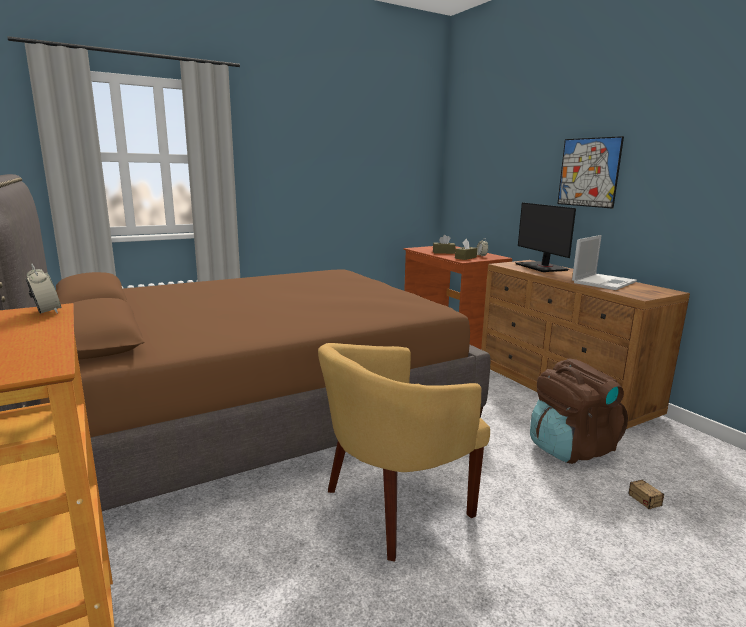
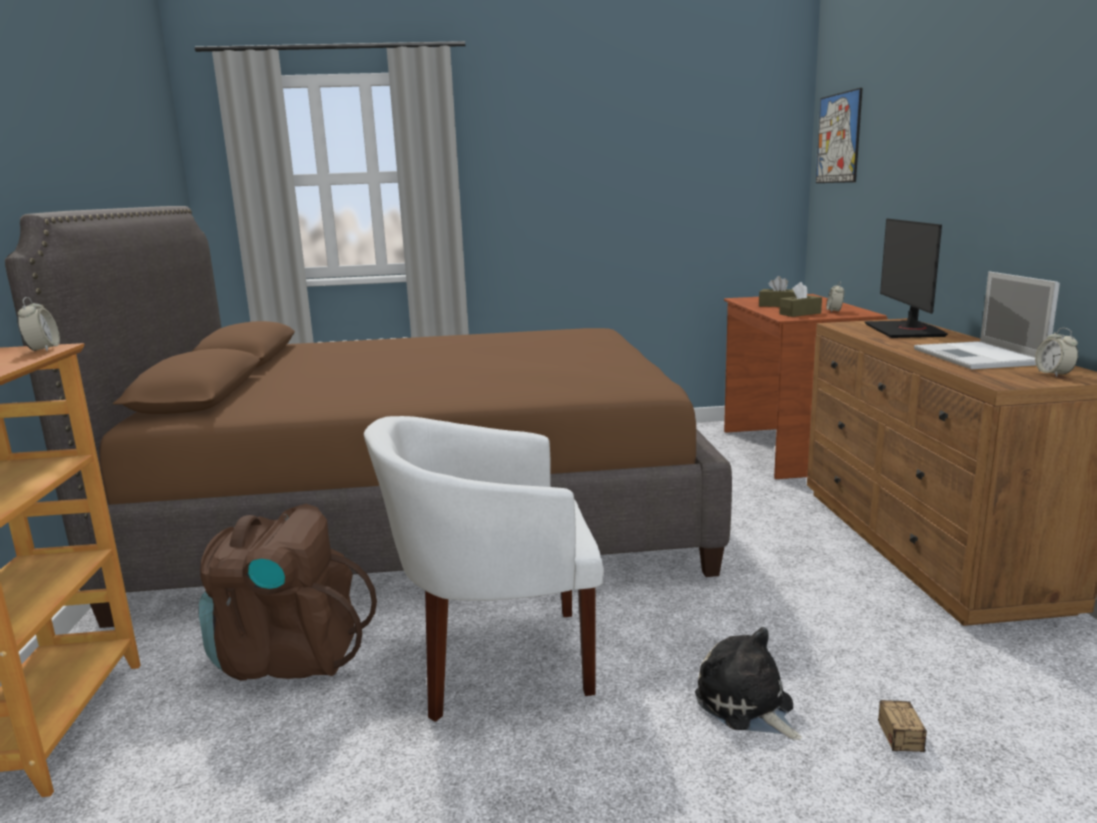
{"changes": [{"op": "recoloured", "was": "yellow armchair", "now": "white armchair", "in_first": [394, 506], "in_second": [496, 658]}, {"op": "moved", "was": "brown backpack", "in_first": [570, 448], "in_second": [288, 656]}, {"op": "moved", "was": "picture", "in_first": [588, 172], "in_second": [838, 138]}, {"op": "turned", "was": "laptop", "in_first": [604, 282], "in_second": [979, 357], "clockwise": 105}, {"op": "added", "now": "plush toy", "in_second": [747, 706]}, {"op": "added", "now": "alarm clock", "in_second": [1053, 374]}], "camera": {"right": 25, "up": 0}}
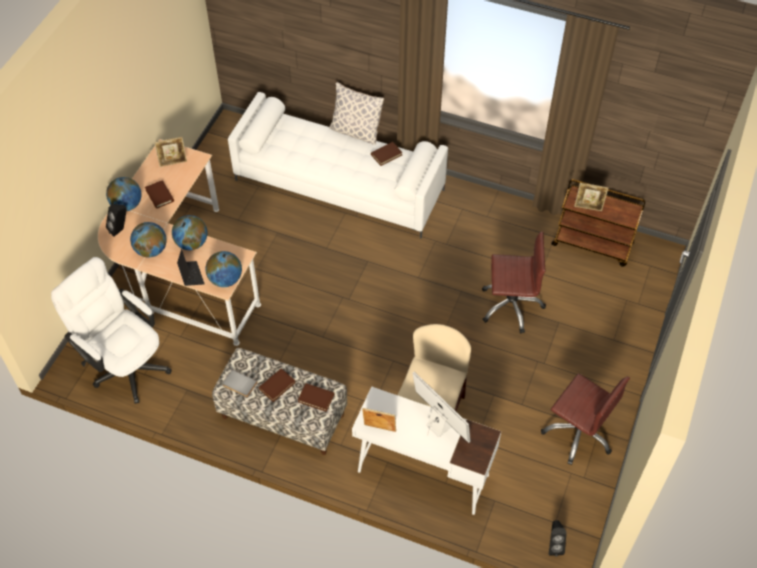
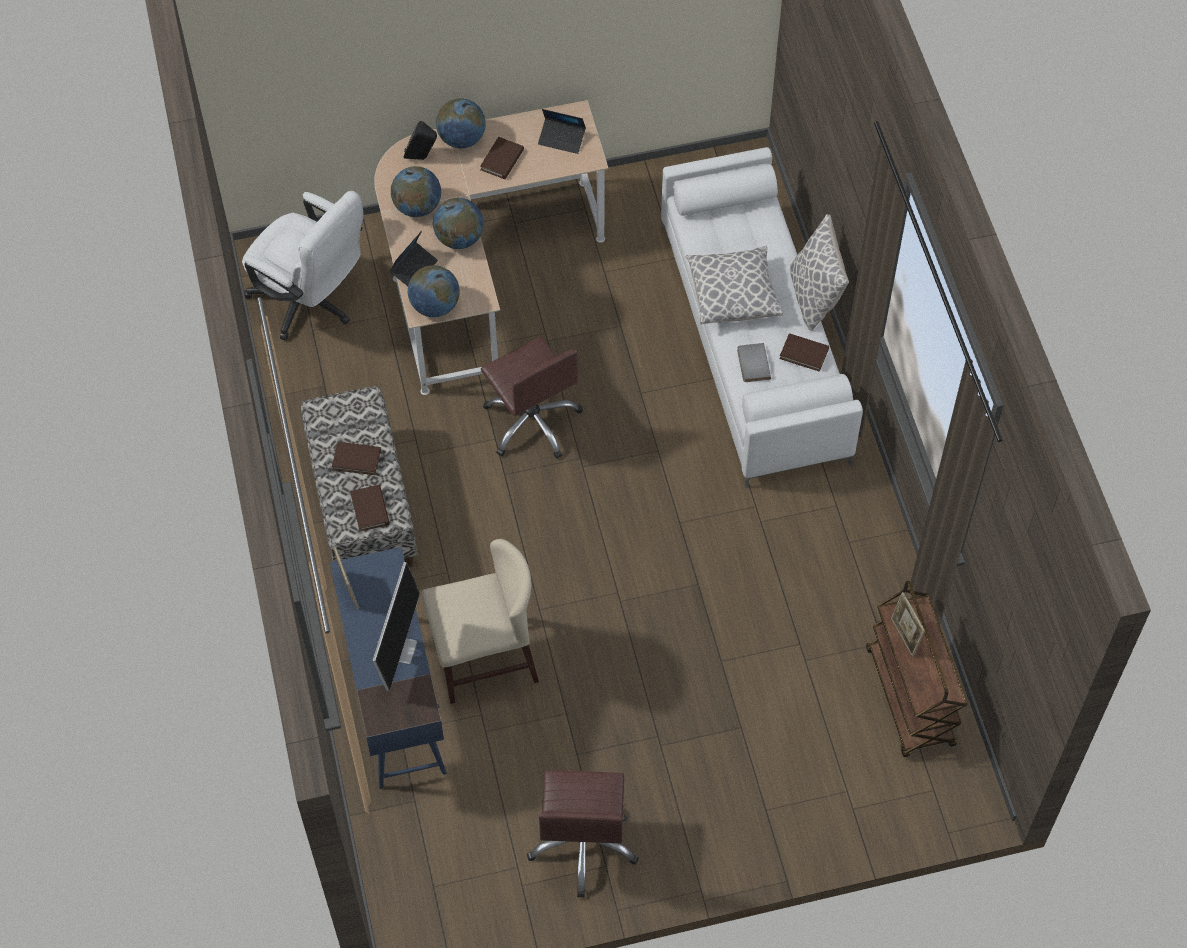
{"changes": [{"op": "turned", "was": "white office chair", "in_first": [125, 364], "in_second": [311, 302], "clockwise": 120}, {"op": "replaced", "was": "picture frame", "now": "laptop", "in_first": [173, 163], "in_second": [562, 139]}, {"op": "moved", "was": "grey book", "in_first": [239, 384], "in_second": [752, 364]}, {"op": "recoloured", "was": "white desk", "now": "blue desk", "in_first": [422, 473], "in_second": [395, 699]}, {"op": "moved", "was": "brown office chair", "in_first": [511, 305], "in_second": [532, 421]}, {"op": "removed", "was": "black speaker", "in_first": [553, 545]}, {"op": "added", "now": "pillow", "in_second": [732, 295]}], "camera": {"right": 55, "up": 5}}
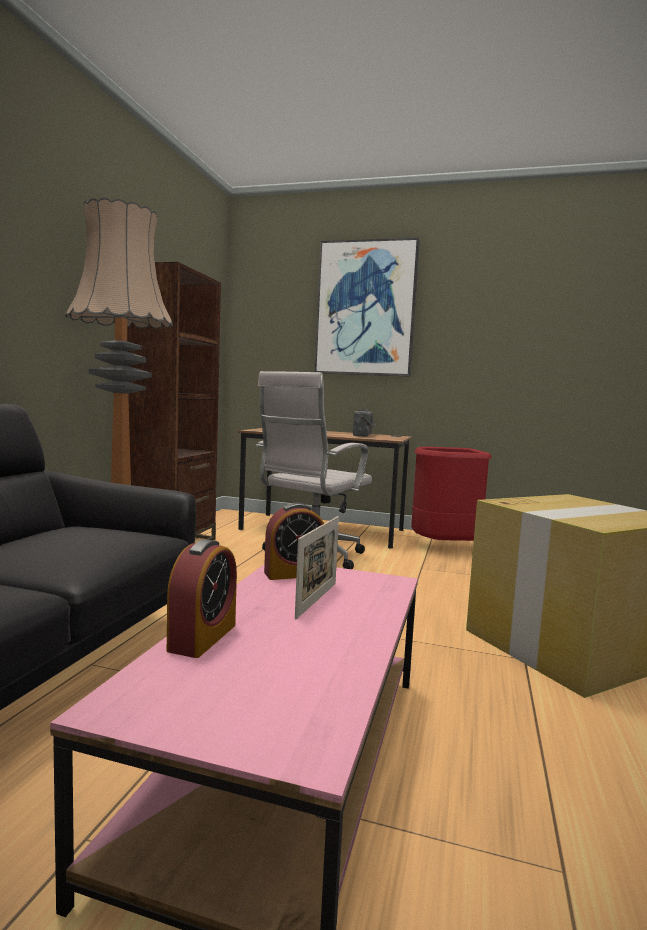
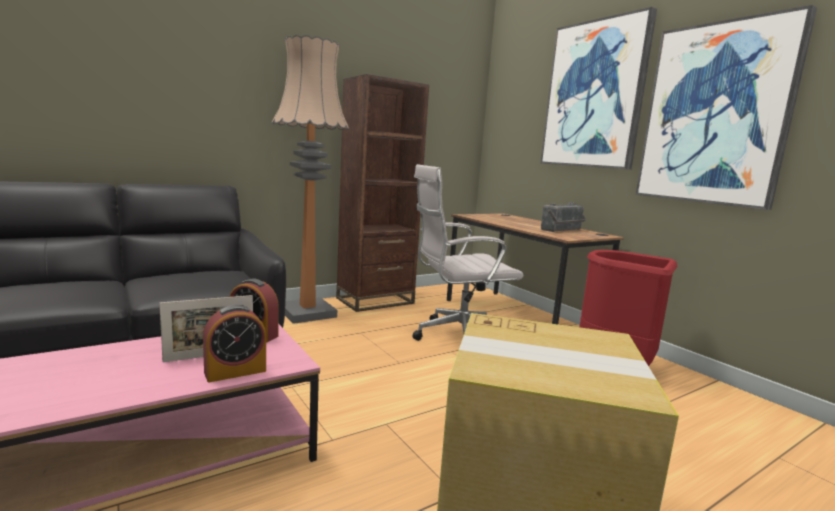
{"changes": [{"op": "moved", "was": "alarm clock", "in_first": [202, 637], "in_second": [235, 371]}, {"op": "added", "now": "picture", "in_second": [715, 115]}], "camera": {"right": 40, "up": 5}}
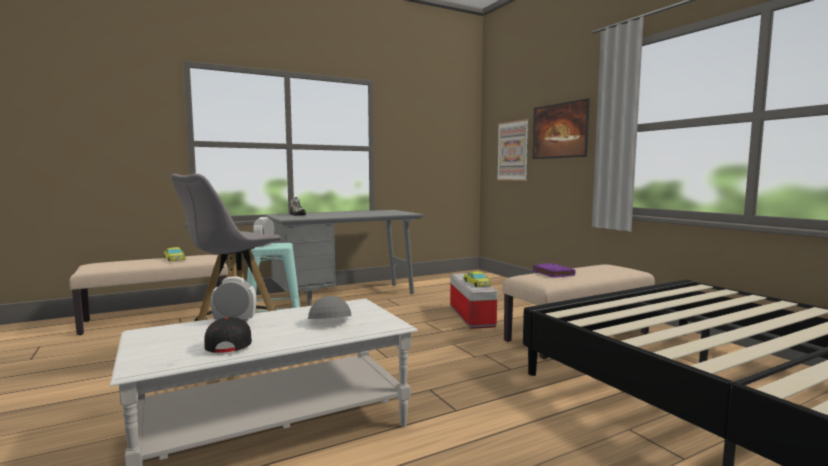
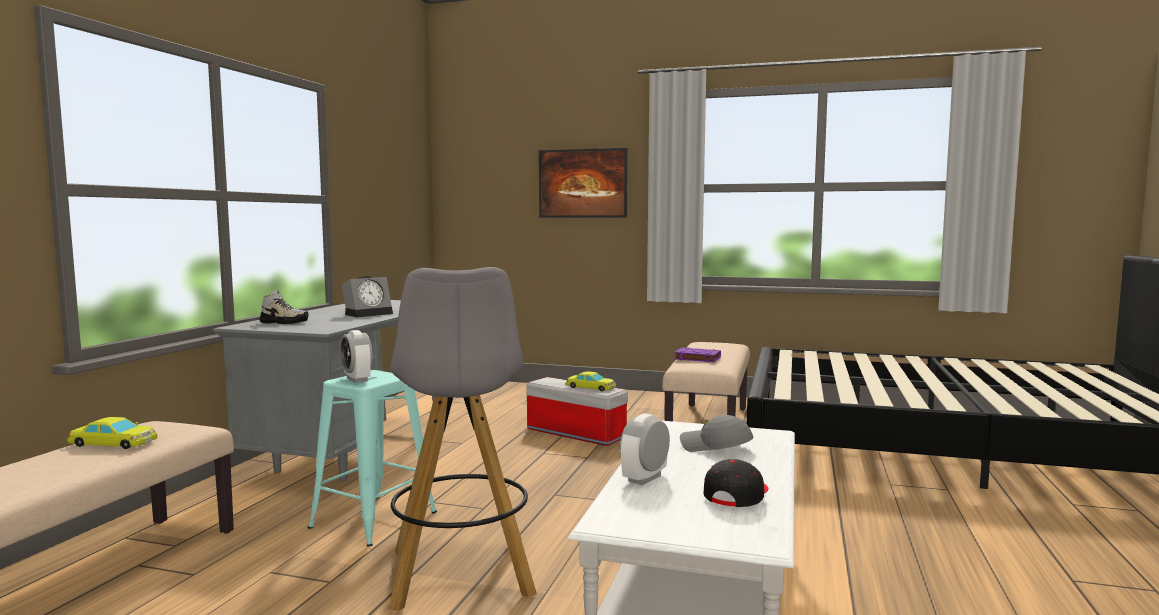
{"changes": [{"op": "turned", "was": "black cap", "in_first": [229, 344], "in_second": [736, 495], "clockwise": 90}, {"op": "removed", "was": "picture", "in_first": [513, 151]}, {"op": "added", "now": "alarm clock", "in_second": [369, 314]}], "camera": {"right": -45, "up": 0}}
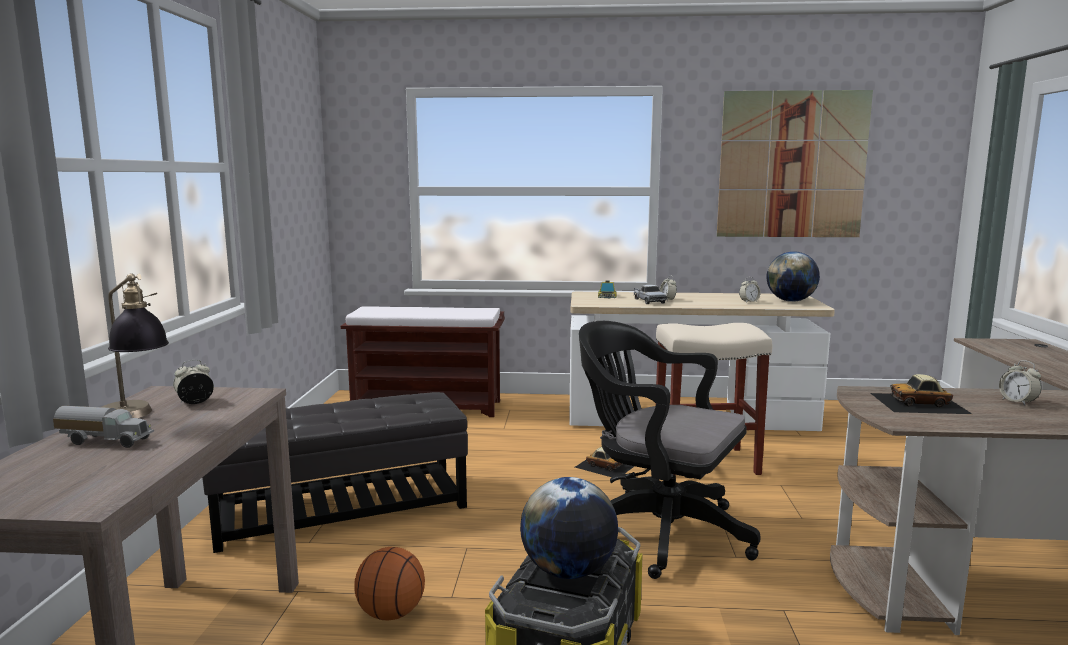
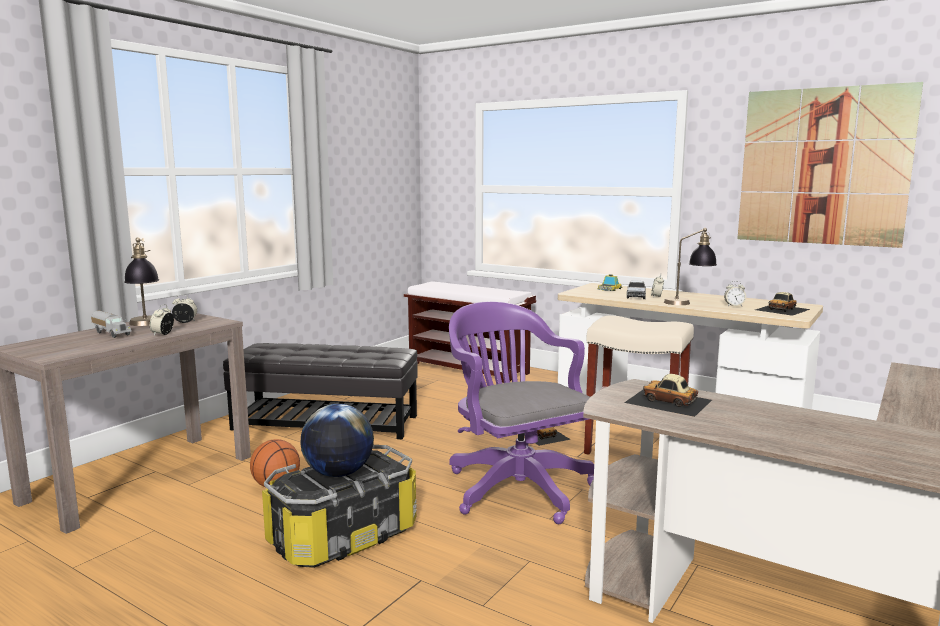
{"changes": [{"op": "recoloured", "was": "black office chair", "now": "purple office chair", "in_first": [657, 530], "in_second": [515, 486]}, {"op": "replaced", "was": "globe", "now": "toy car", "in_first": [791, 301], "in_second": [782, 309]}, {"op": "moved", "was": "alarm clock", "in_first": [1017, 402], "in_second": [163, 334]}, {"op": "added", "now": "table lamp", "in_second": [688, 303]}], "camera": {"right": 30, "up": 0}}
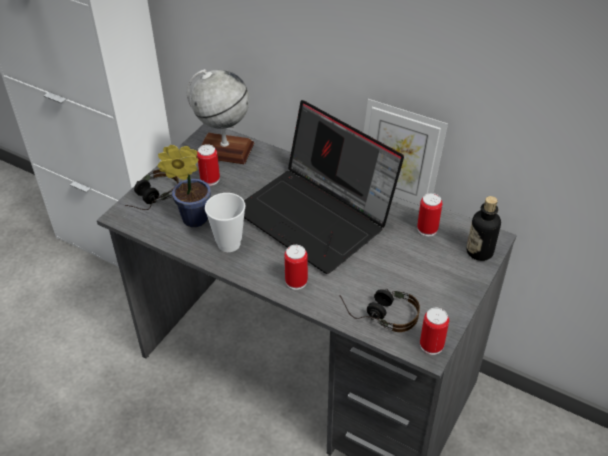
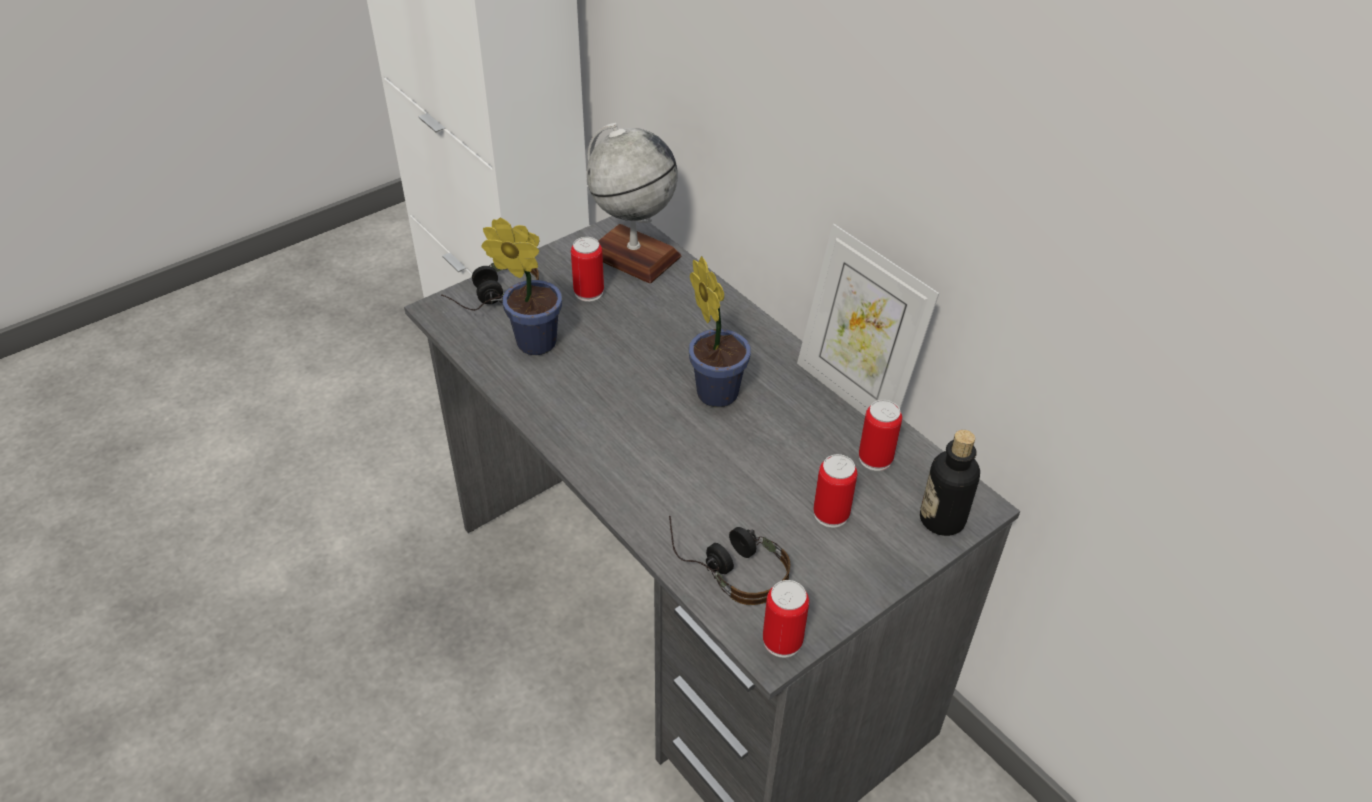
{"changes": [{"op": "removed", "was": "cup", "in_first": [229, 244]}, {"op": "replaced", "was": "laptop", "now": "potted plant", "in_first": [317, 216], "in_second": [714, 389]}, {"op": "moved", "was": "can", "in_first": [296, 281], "in_second": [831, 514]}], "camera": {"right": 20, "up": 0}}
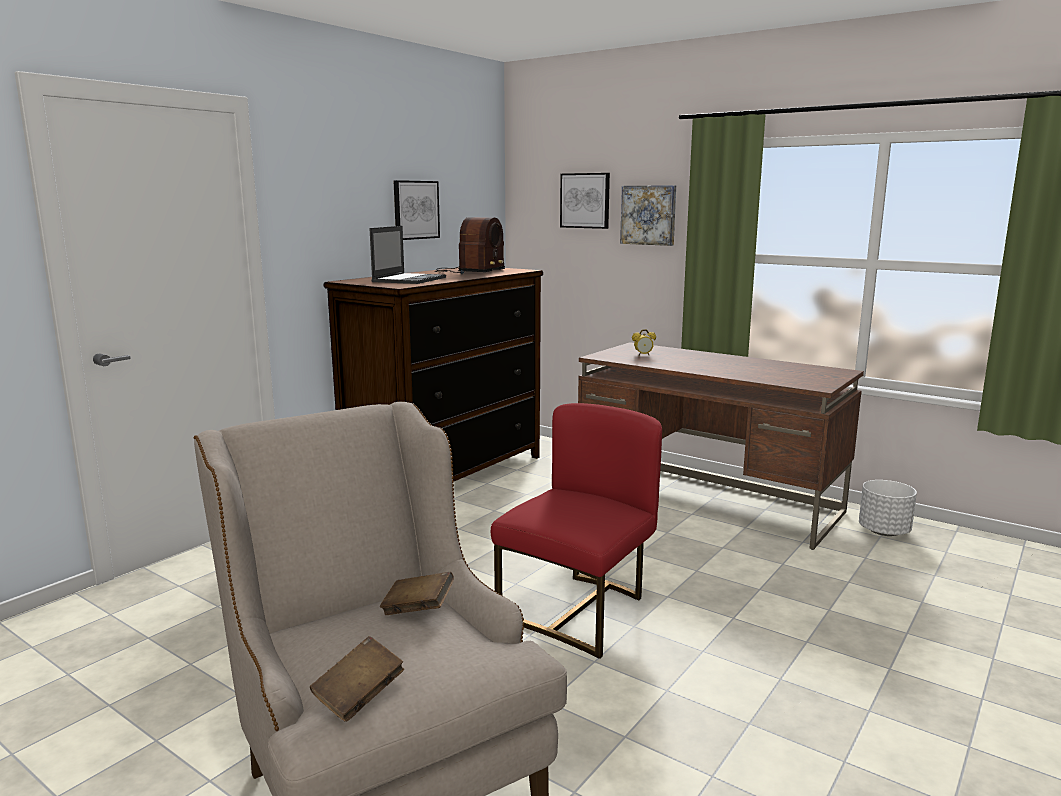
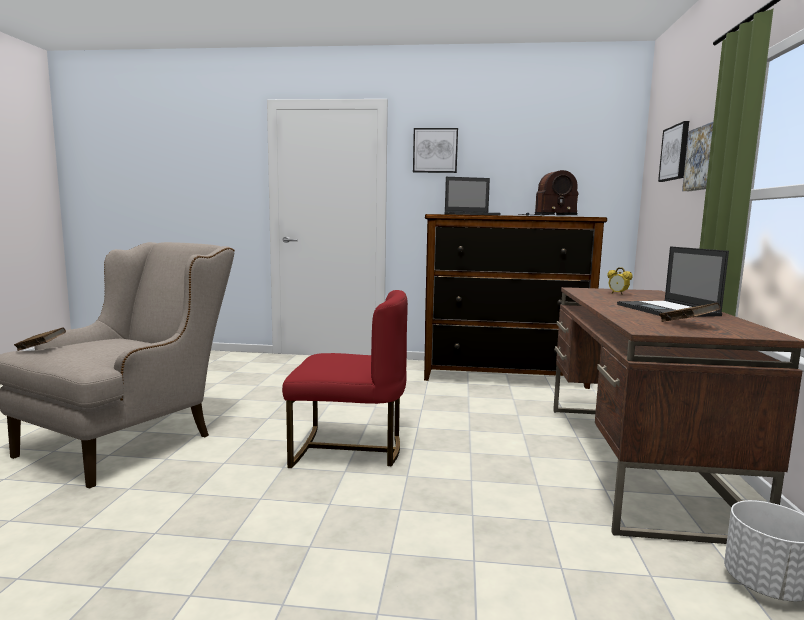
{"changes": [{"op": "moved", "was": "brown book", "in_first": [418, 609], "in_second": [687, 325]}, {"op": "moved", "was": "picture", "in_first": [415, 210], "in_second": [435, 150]}, {"op": "added", "now": "laptop", "in_second": [667, 310]}], "camera": {"right": 60, "up": -5}}
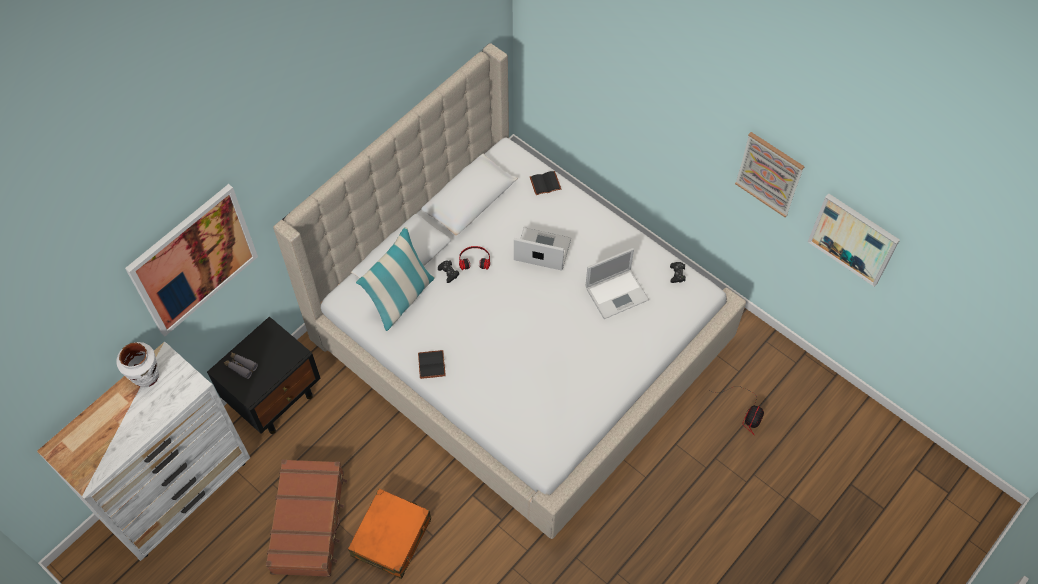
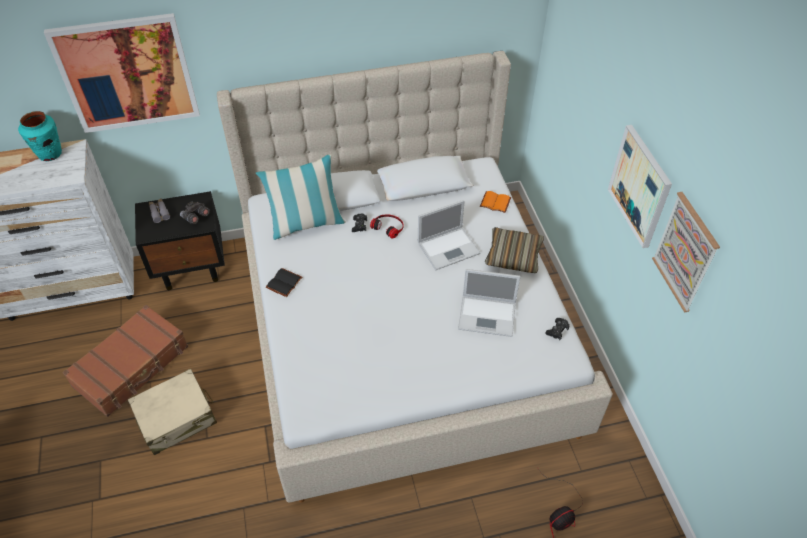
{"changes": [{"op": "recoloured", "was": "white vase", "now": "turquoise vase", "in_first": [146, 376], "in_second": [49, 154]}, {"op": "recoloured", "was": "orange suitcase", "now": "beige suitcase", "in_first": [392, 537], "in_second": [176, 418]}, {"op": "turned", "was": "laptop", "in_first": [541, 250], "in_second": [449, 248], "clockwise": 105}, {"op": "recoloured", "was": "black book", "now": "orange book", "in_first": [545, 183], "in_second": [496, 202]}, {"op": "moved", "was": "picture", "in_first": [853, 239], "in_second": [640, 186]}, {"op": "added", "now": "grey binoculars", "in_second": [195, 217]}, {"op": "added", "now": "pillow", "in_second": [513, 256]}], "camera": {"right": 35, "up": -10}}
